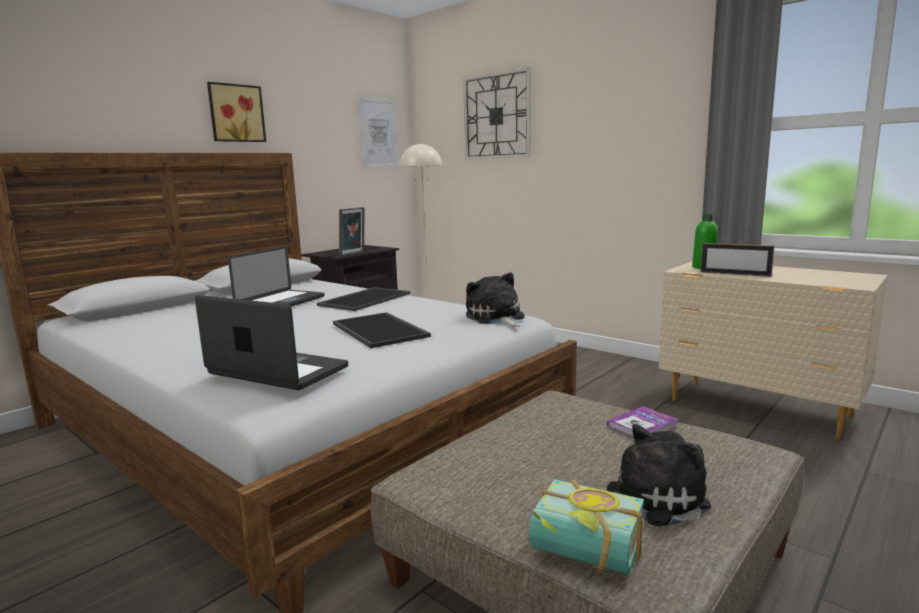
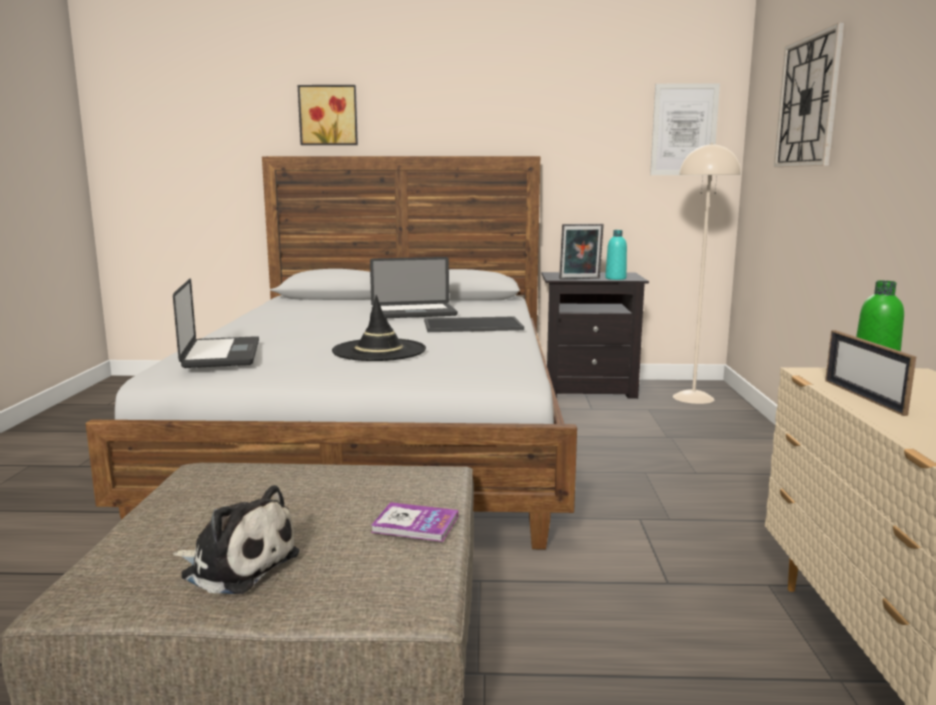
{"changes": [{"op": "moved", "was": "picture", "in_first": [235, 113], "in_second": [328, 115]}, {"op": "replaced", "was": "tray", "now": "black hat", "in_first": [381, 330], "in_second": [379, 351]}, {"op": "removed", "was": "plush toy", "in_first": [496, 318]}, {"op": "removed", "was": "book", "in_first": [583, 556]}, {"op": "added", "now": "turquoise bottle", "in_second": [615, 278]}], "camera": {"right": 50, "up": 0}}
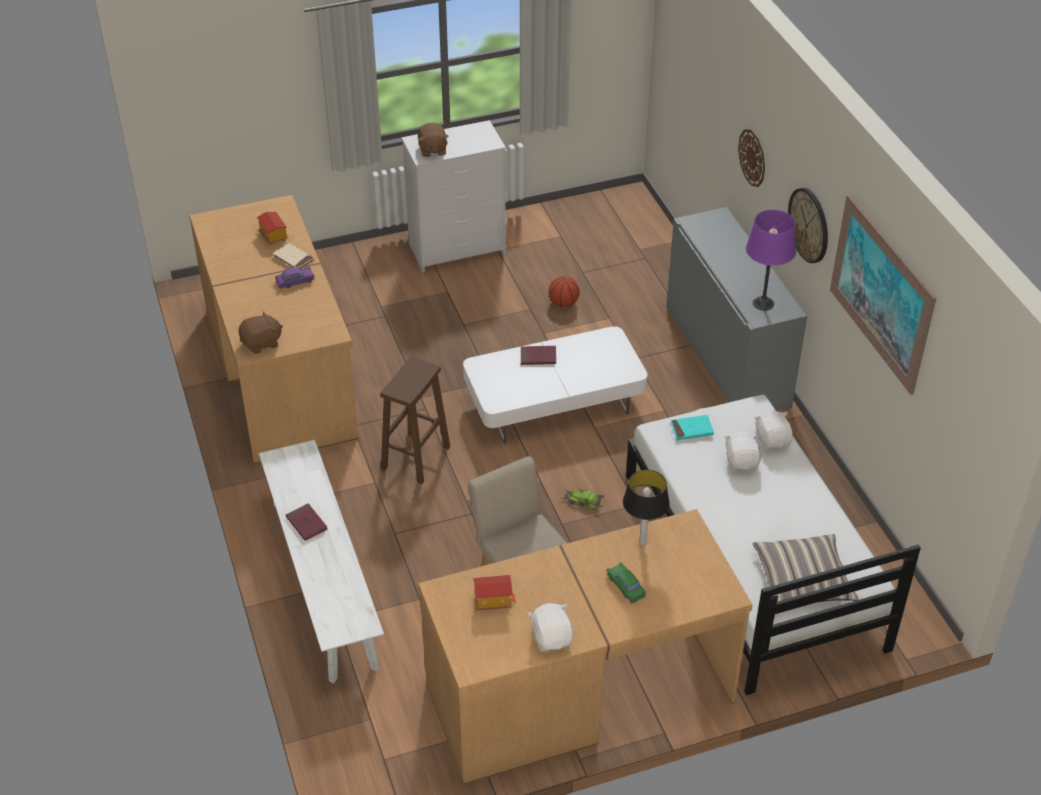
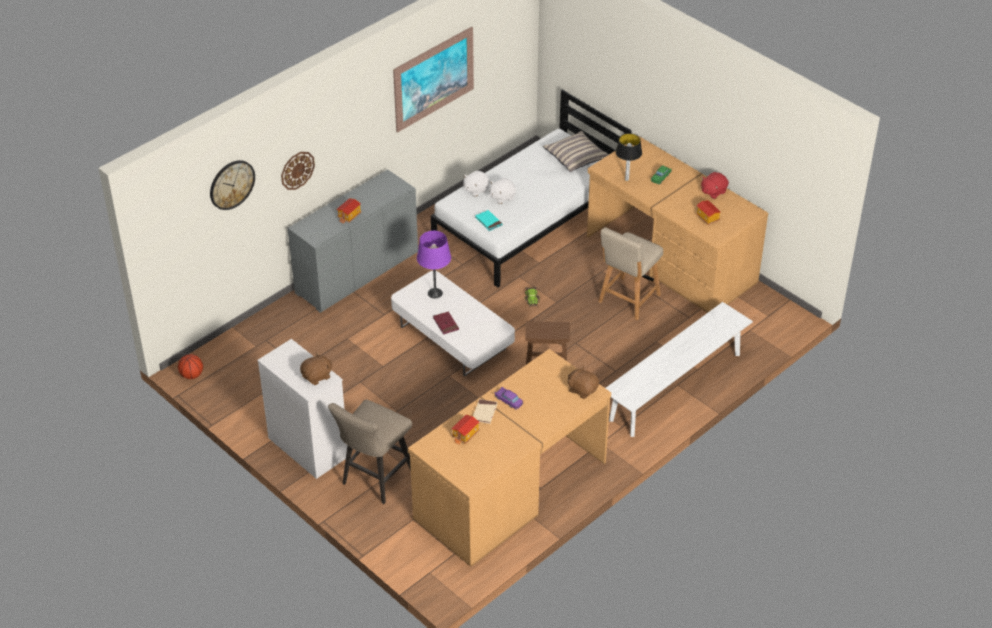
{"changes": [{"op": "removed", "was": "red book", "in_first": [306, 524]}, {"op": "recoloured", "was": "white plush toy", "now": "red plush toy", "in_first": [552, 637], "in_second": [713, 192]}, {"op": "moved", "was": "basketball", "in_first": [563, 303], "in_second": [192, 375]}, {"op": "moved", "was": "purple table lamp", "in_first": [763, 303], "in_second": [435, 293]}, {"op": "moved", "was": "wall clock", "in_first": [809, 225], "in_second": [231, 184]}, {"op": "added", "now": "beige stool", "in_second": [374, 481]}, {"op": "added", "now": "toy house", "in_second": [349, 216]}], "camera": {"right": -115, "up": 0}}
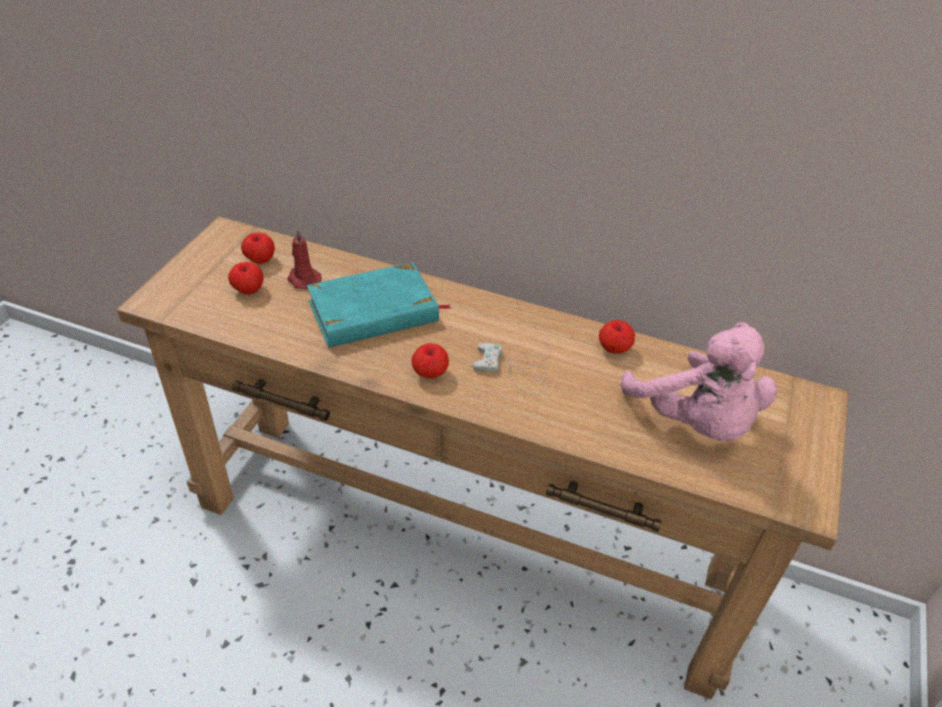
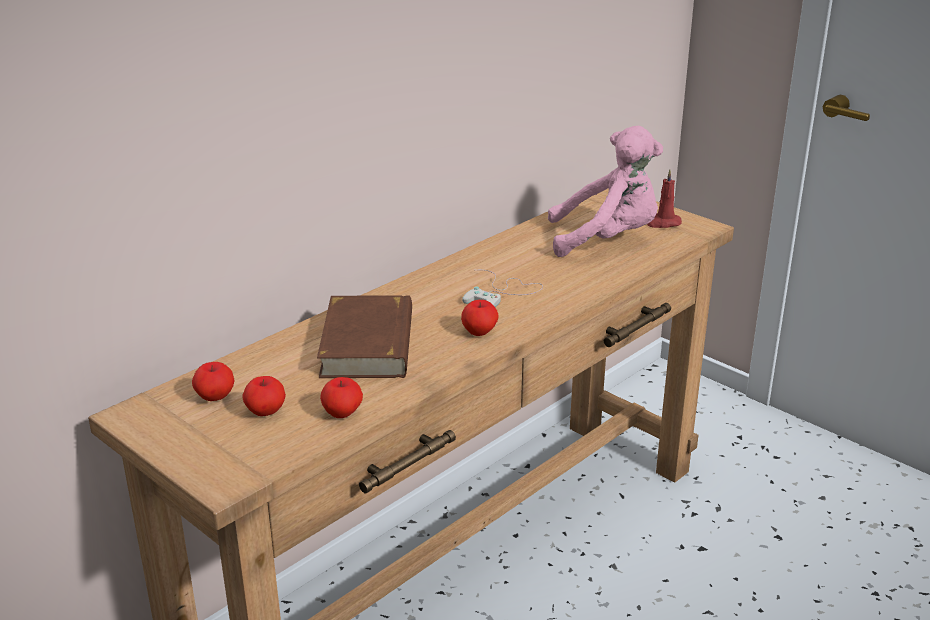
{"changes": [{"op": "moved", "was": "red candle", "in_first": [303, 279], "in_second": [663, 223]}, {"op": "recoloured", "was": "turquoise book", "now": "brown book", "in_first": [374, 312], "in_second": [368, 344]}, {"op": "moved", "was": "apple", "in_first": [613, 349], "in_second": [342, 414]}], "camera": {"right": -65, "up": -15}}
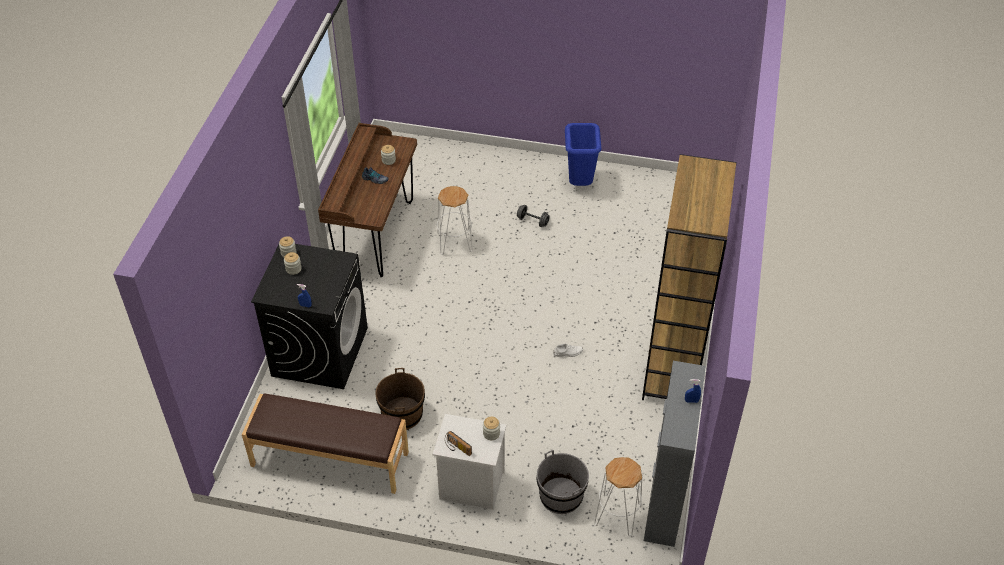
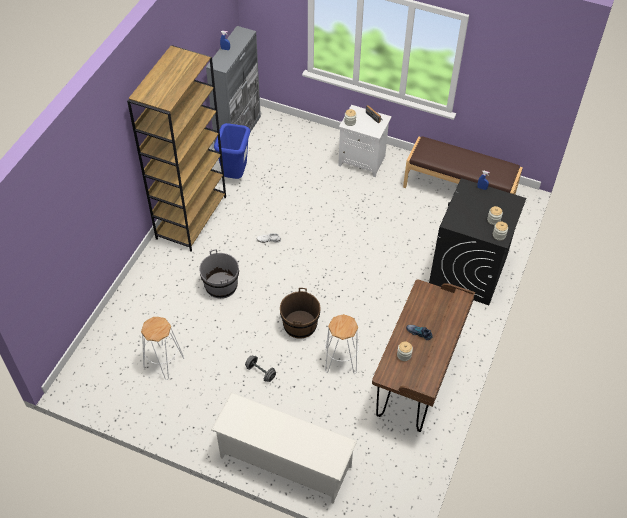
{"changes": [{"op": "moved", "was": "brown bucket", "in_first": [402, 414], "in_second": [300, 325]}, {"op": "moved", "was": "grey bucket", "in_first": [561, 496], "in_second": [221, 285]}, {"op": "moved", "was": "blue trash can", "in_first": [580, 184], "in_second": [235, 175]}, {"op": "moved", "was": "white stool", "in_first": [617, 515], "in_second": [163, 362]}, {"op": "added", "now": "white shoe rack", "in_second": [284, 462]}], "camera": {"right": -170, "up": 5}}
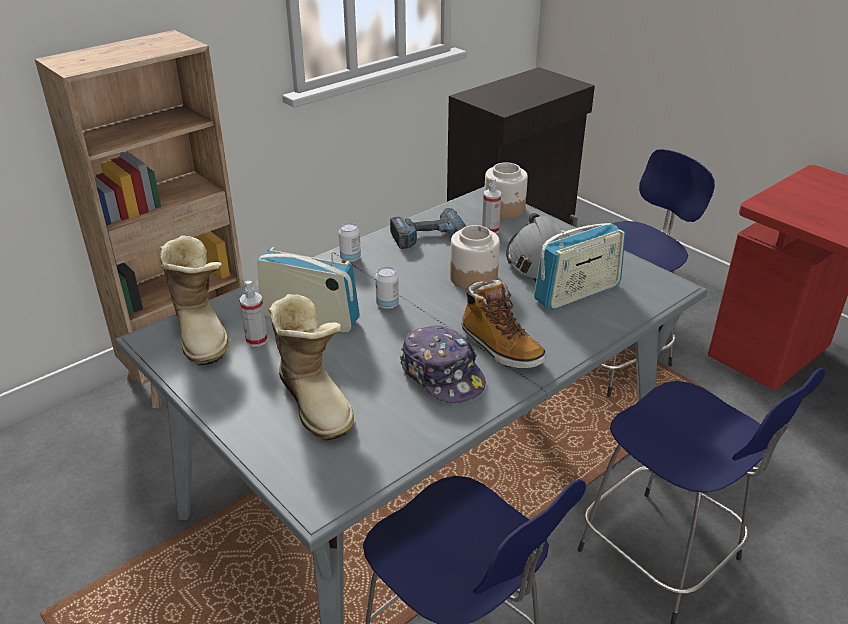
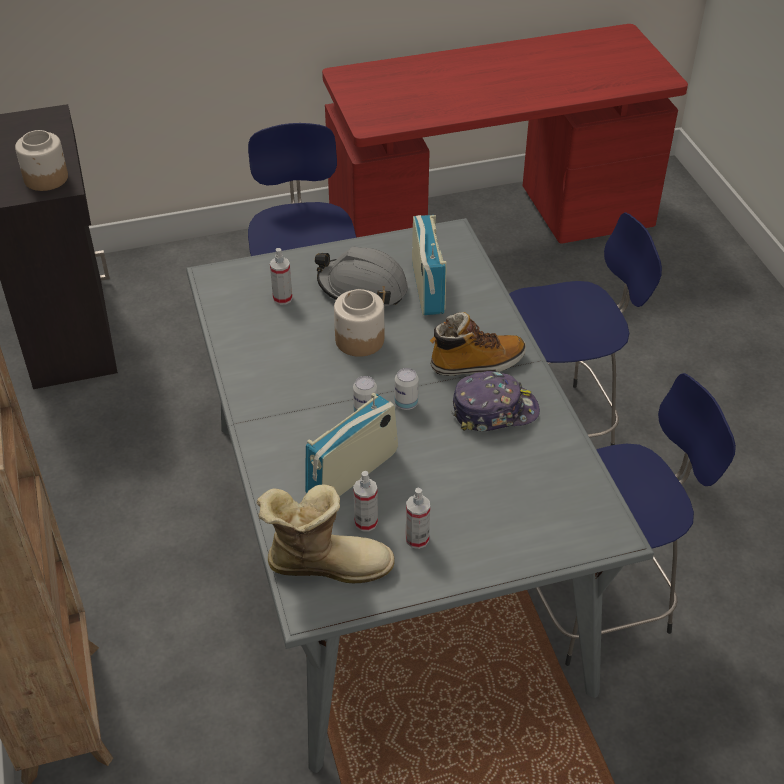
{"changes": [{"op": "removed", "was": "boot", "in_first": [317, 400]}, {"op": "moved", "was": "can", "in_first": [350, 258], "in_second": [406, 403]}, {"op": "removed", "was": "power drill", "in_first": [431, 239]}, {"op": "moved", "was": "jar", "in_first": [504, 209], "in_second": [46, 178]}, {"op": "added", "now": "spray bottle", "in_second": [417, 539]}], "camera": {"right": -65, "up": 10}}
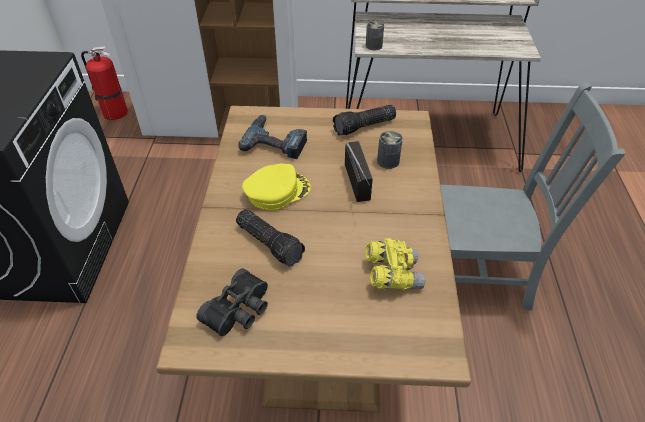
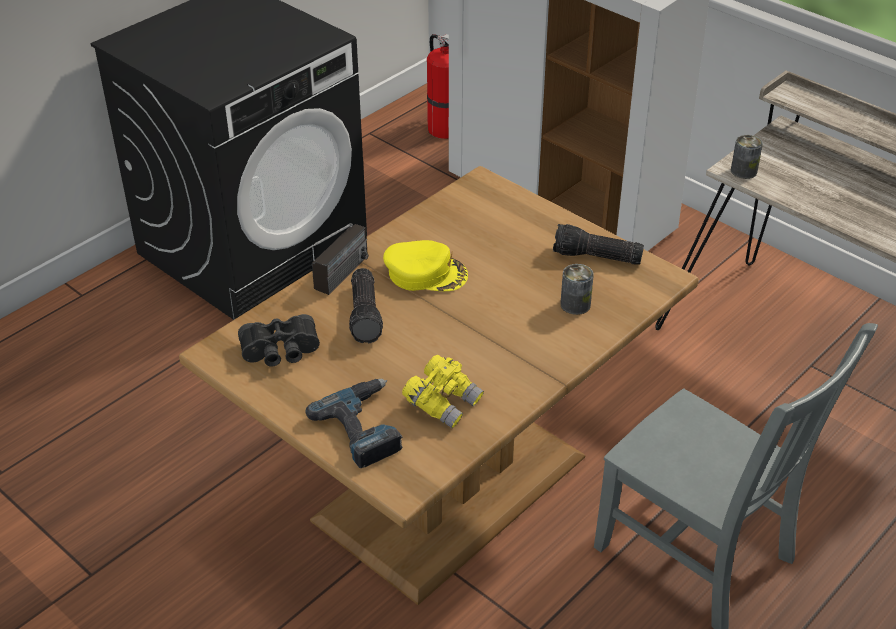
{"changes": [{"op": "moved", "was": "power drill", "in_first": [276, 141], "in_second": [365, 427]}, {"op": "moved", "was": "radio", "in_first": [362, 192], "in_second": [332, 284]}], "camera": {"right": 40, "up": -5}}
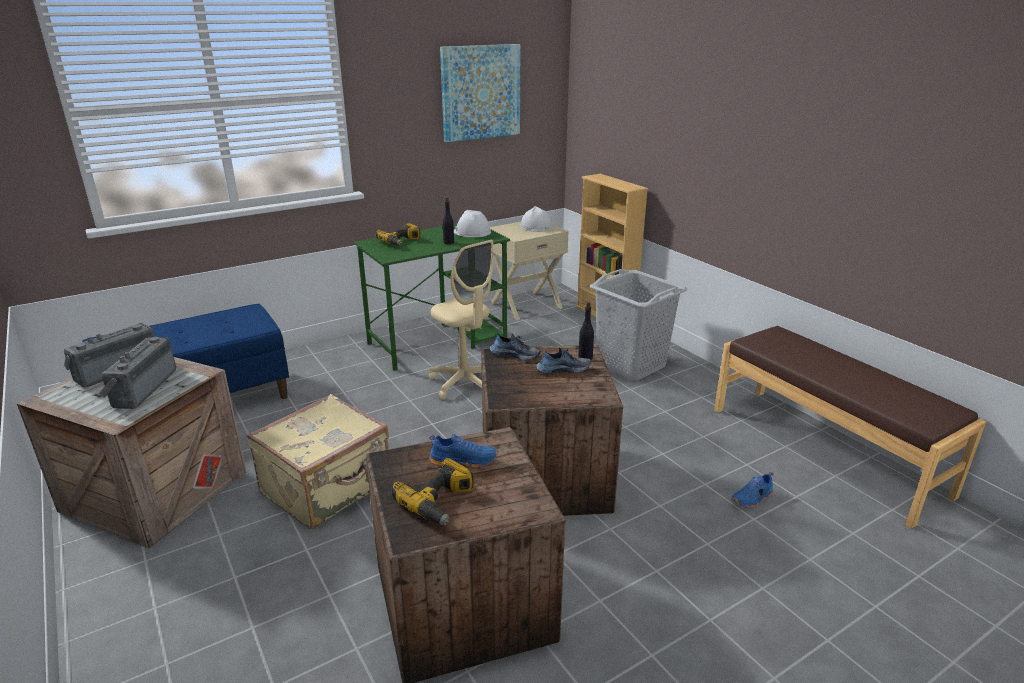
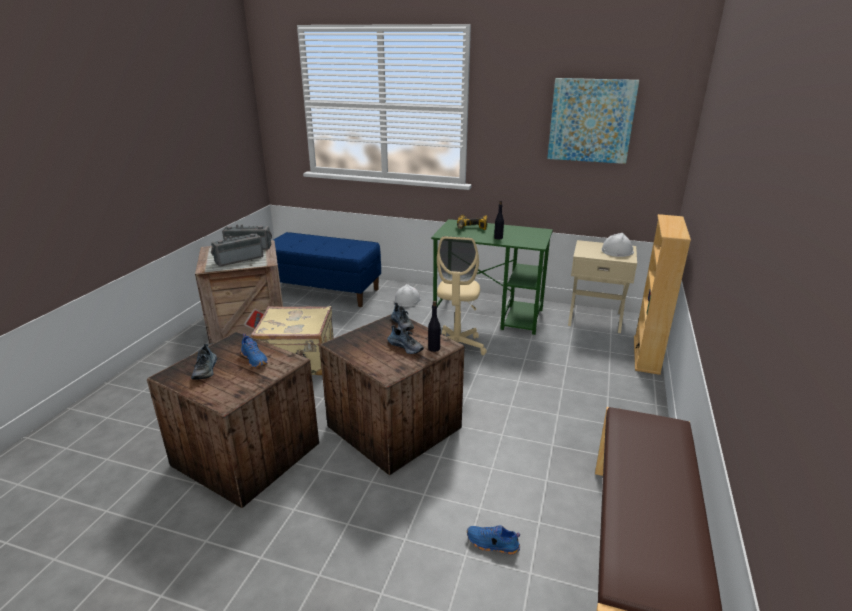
{"changes": [{"op": "replaced", "was": "power drill", "now": "shoe", "in_first": [440, 502], "in_second": [206, 370]}, {"op": "moved", "was": "white hard hat", "in_first": [472, 232], "in_second": [407, 300]}, {"op": "removed", "was": "grey laundry basket", "in_first": [631, 365]}], "camera": {"right": 50, "up": 0}}
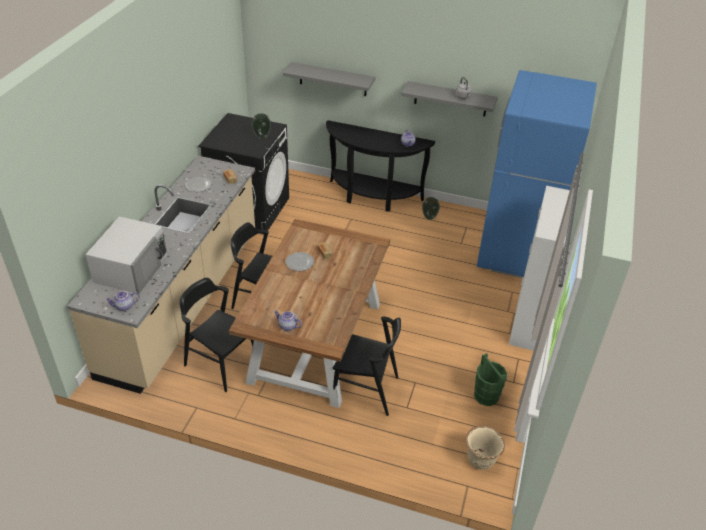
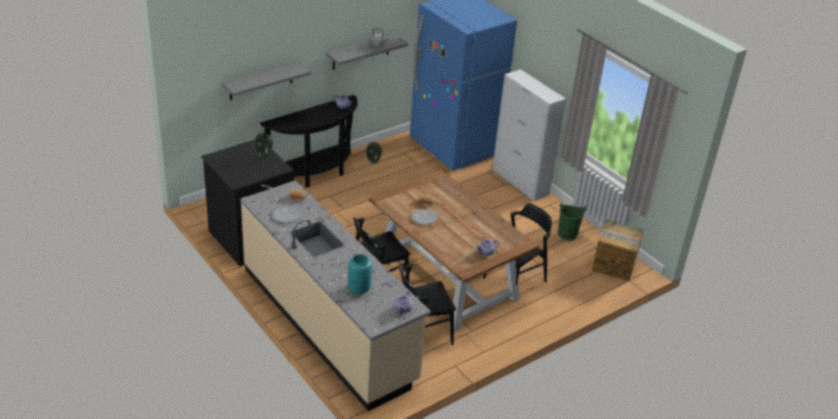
{"changes": [{"op": "replaced", "was": "white microwave", "now": "turquoise vase", "in_first": [132, 267], "in_second": [358, 289]}, {"op": "replaced", "was": "beige planter", "now": "crate", "in_first": [480, 460], "in_second": [614, 264]}], "camera": {"right": -55, "up": -5}}
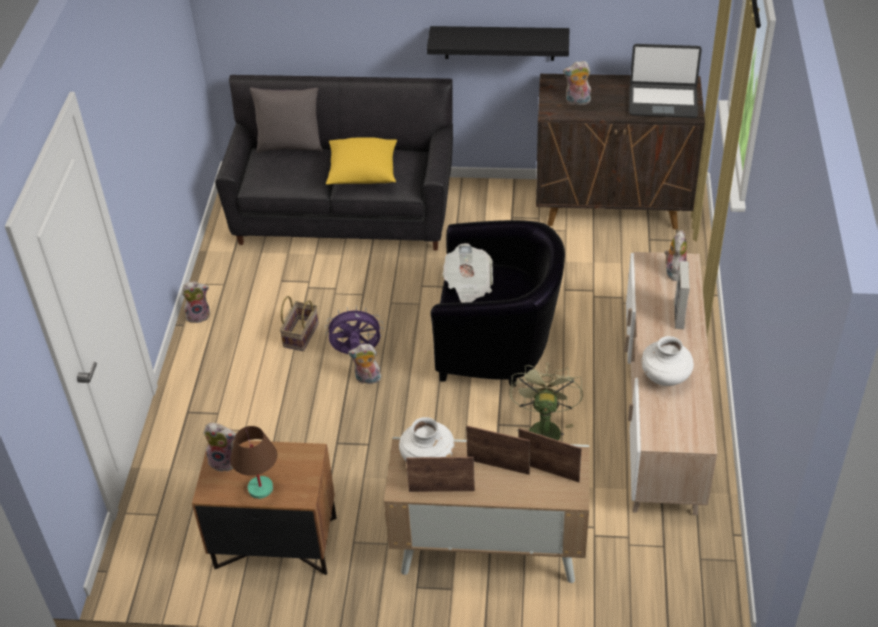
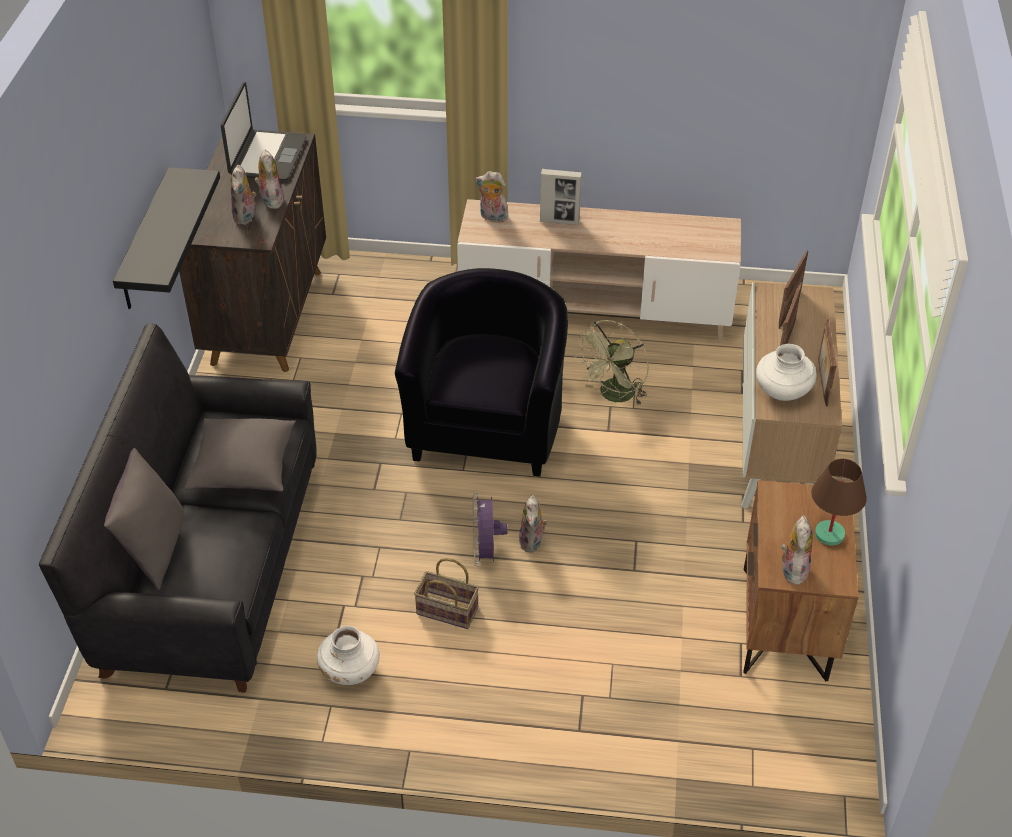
{"changes": [{"op": "moved", "was": "plush toy", "in_first": [199, 315], "in_second": [270, 200]}, {"op": "recoloured", "was": "yellow pillow", "now": "grey pillow", "in_first": [362, 173], "in_second": [244, 469]}, {"op": "removed", "was": "newspaper", "in_first": [468, 284]}, {"op": "turned", "was": "green fan", "in_first": [543, 428], "in_second": [614, 396], "clockwise": -60}, {"op": "moved", "was": "white vase", "in_first": [665, 377], "in_second": [350, 671]}], "camera": {"right": -90, "up": 0}}
